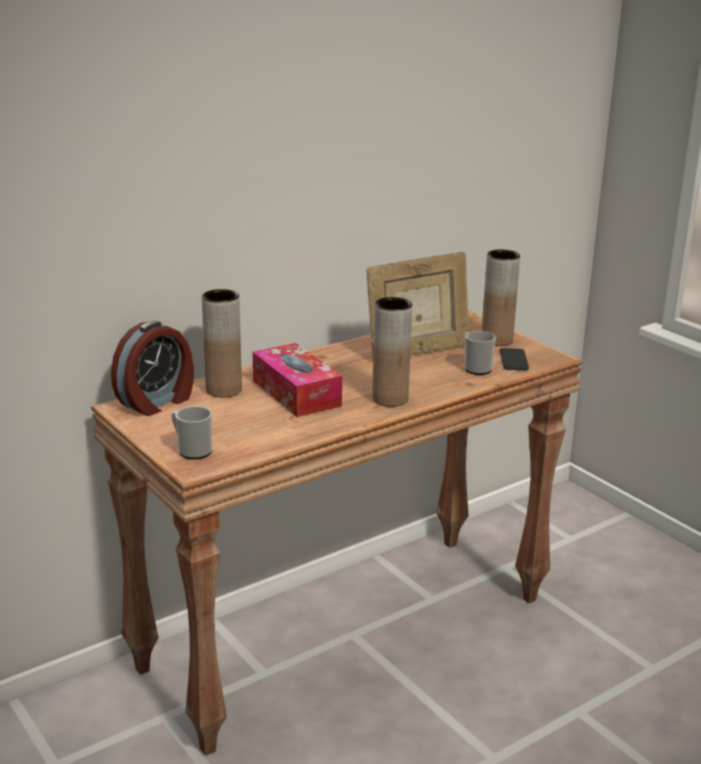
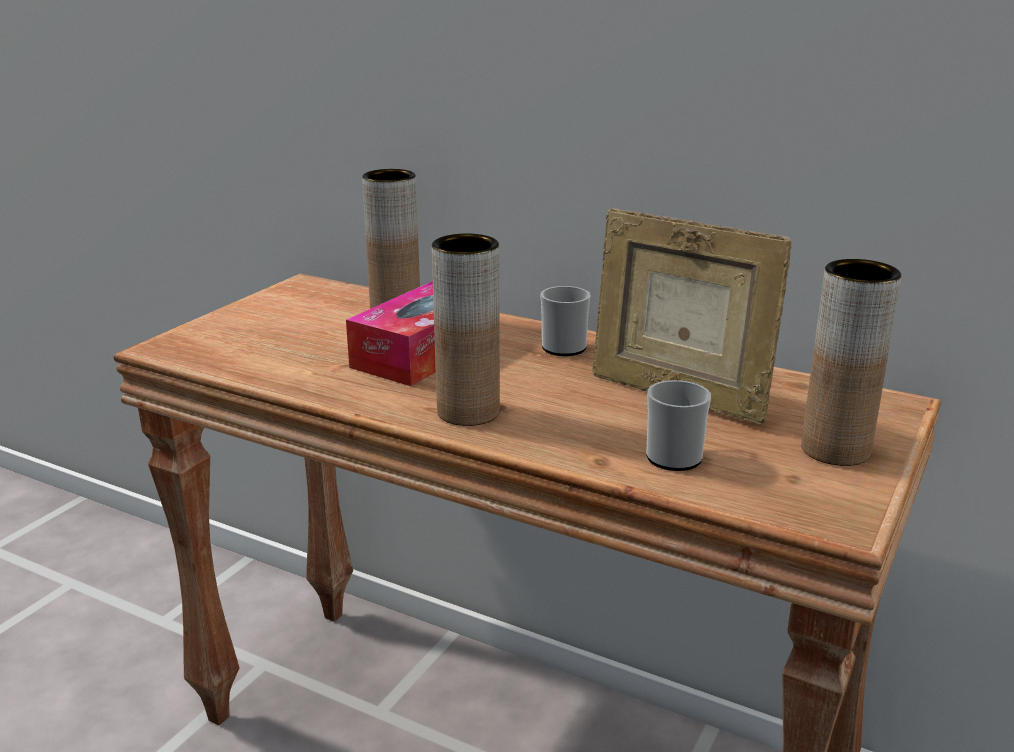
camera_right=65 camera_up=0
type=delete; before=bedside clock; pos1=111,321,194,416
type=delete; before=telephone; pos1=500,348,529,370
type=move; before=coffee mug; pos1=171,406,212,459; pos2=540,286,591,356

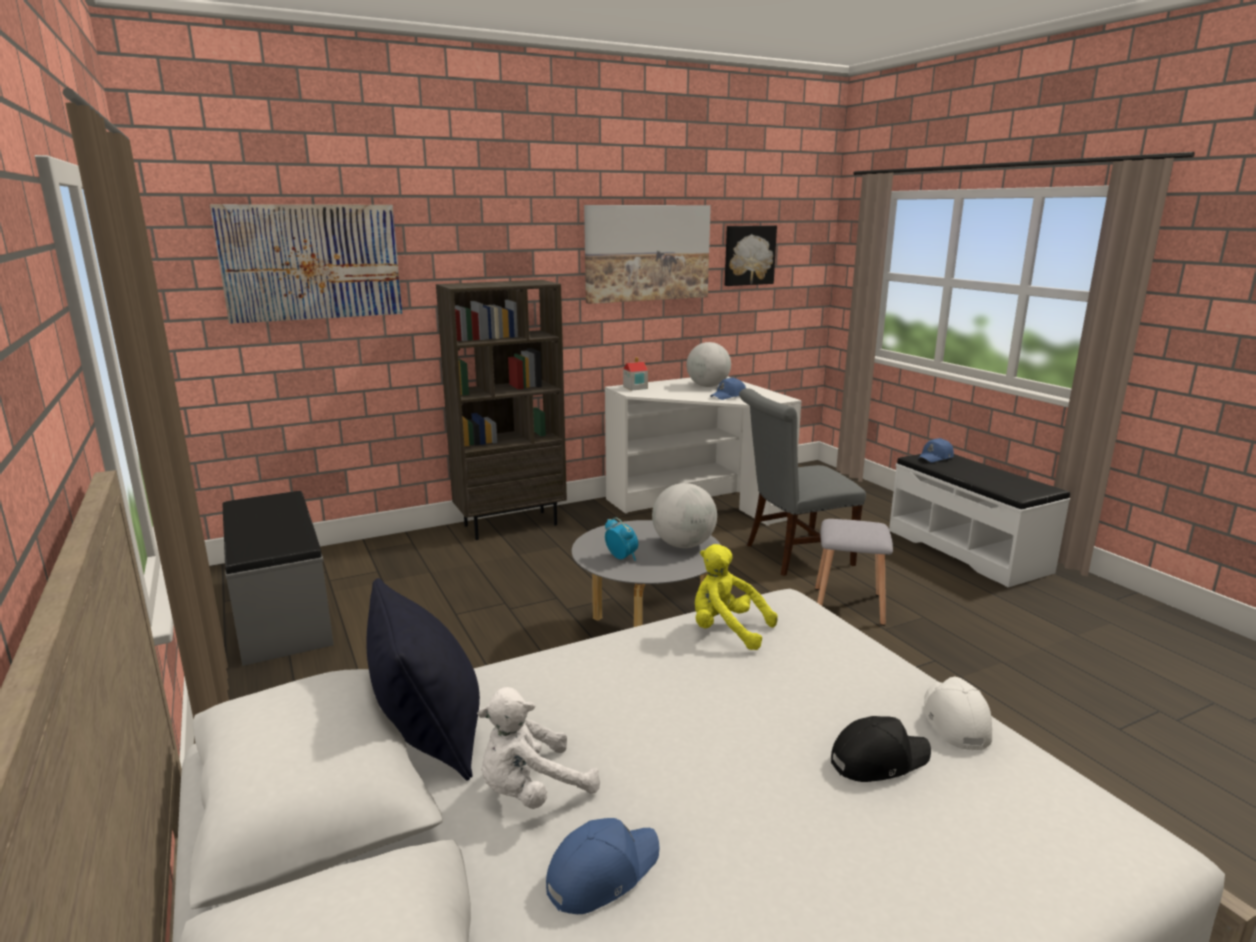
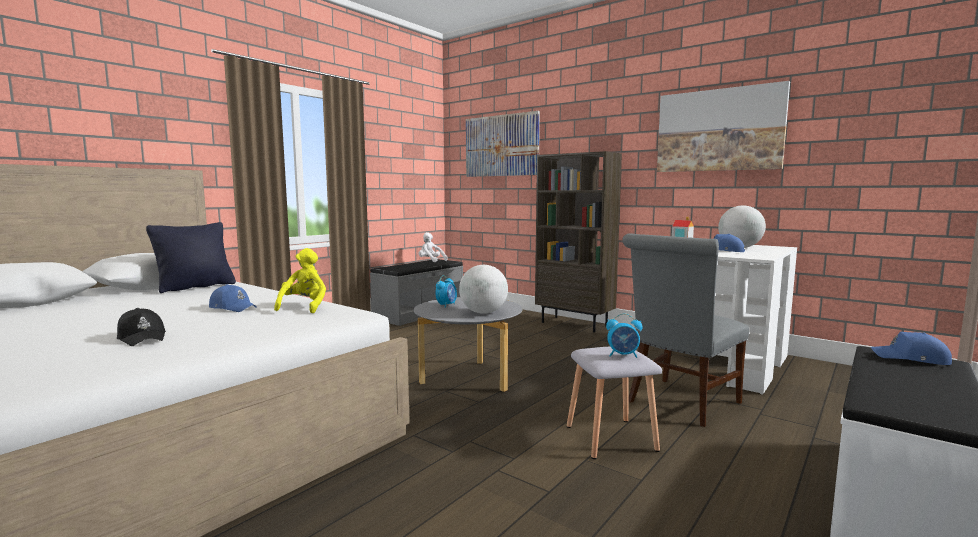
camera_right=65 camera_up=-10
type=delete; before=picture; pos1=725,226,777,286
type=delete; before=whitish baseball cap; pos1=924,677,992,751
type=insert; after=bedside clock; pos2=606,313,643,358
type=move; before=whitish cuddly toy; pos1=477,687,600,809; pos2=419,232,448,262
type=move; before=bluish baseball cap; pos1=546,818,660,914; pos2=209,284,257,312
type=rotate; before=grey plain chair; pos1=739,388,866,576; pos2=622,233,749,427; turn=-90

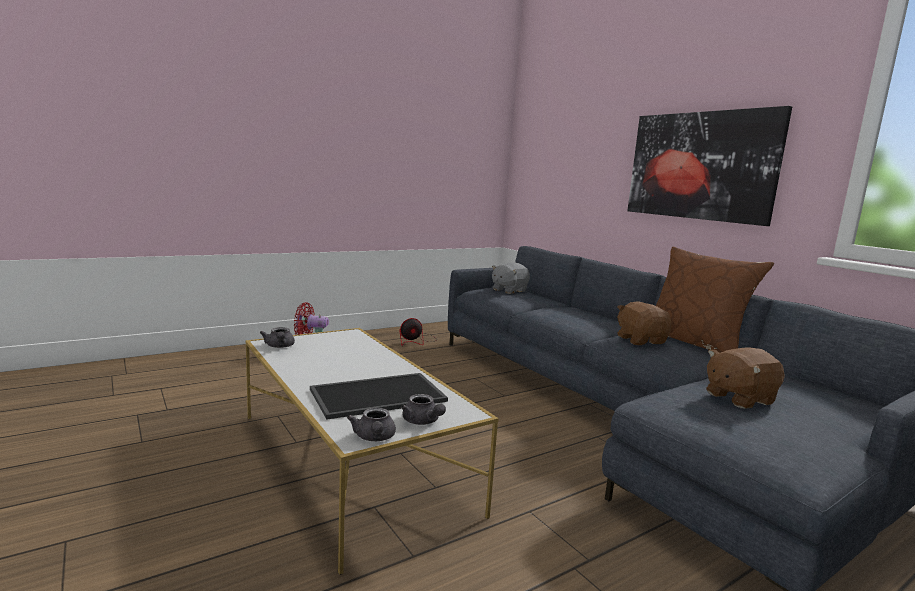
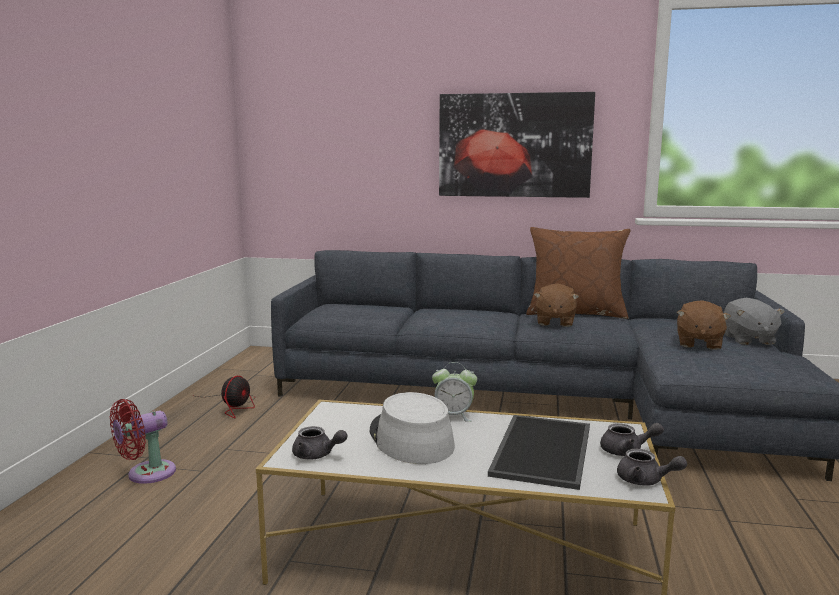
camera_right=-45 camera_up=0
type=insert; after=grey wearable hat; pos2=370,392,455,464
type=insert; after=bedside clock; pos2=432,362,477,422
type=move; before=grey cuddly toy; pos1=492,263,530,294; pos2=724,298,785,345
type=rotate; before=brown cuddly toy; pos1=617,301,672,345; pos2=534,284,579,327; turn=-105

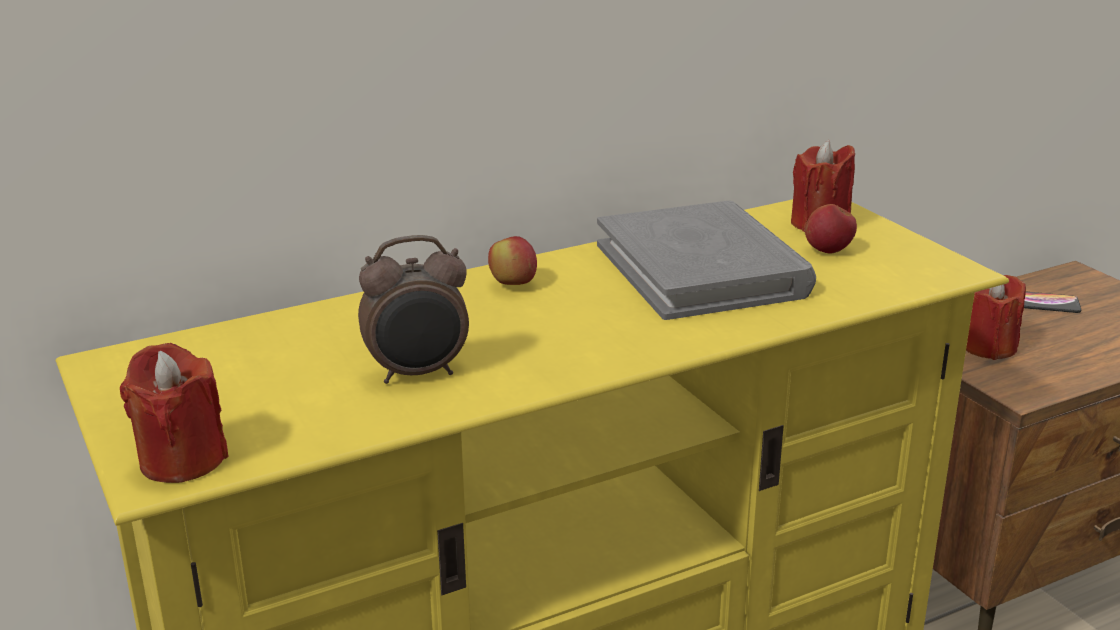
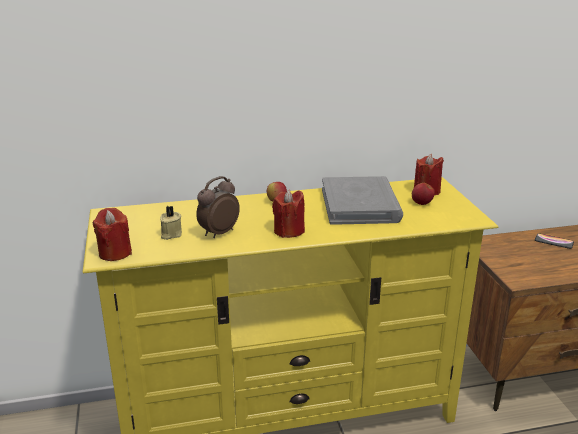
camera_right=15 camera_up=0
type=insert; after=beige-coloured wax candle; pos2=160,206,182,240
type=move; before=reddish wax candle; pos1=966,275,1026,360; pos2=272,190,305,238
type=rotate; before=bedside clock; pos1=358,235,469,384; pos2=196,176,240,238; turn=135

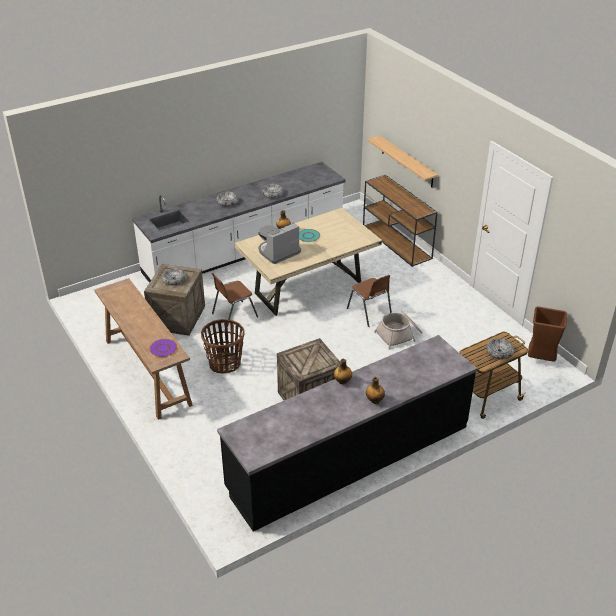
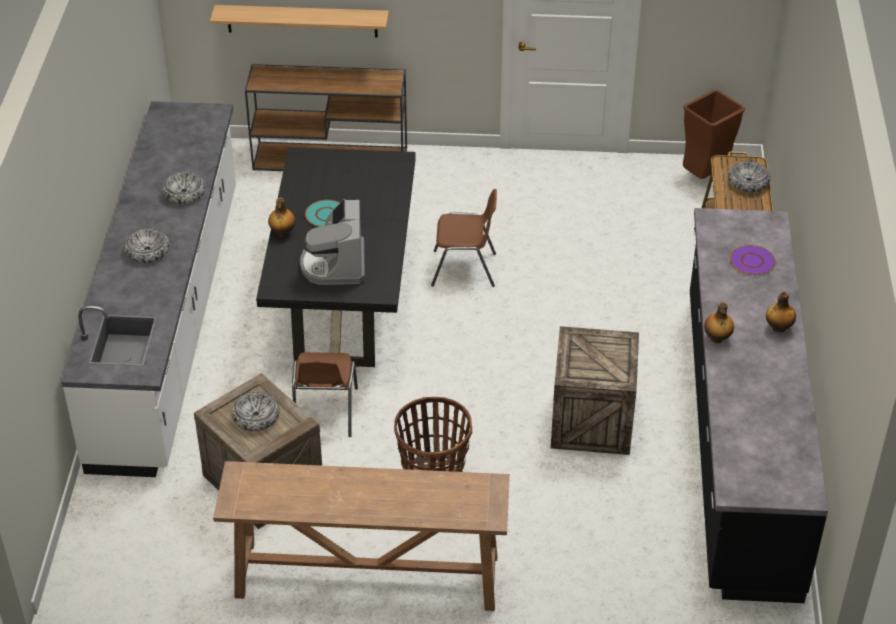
camera_right=-55 camera_up=5
type=delete; before=household basket; pos1=374,311,423,350
type=move; before=purplish flat dish; pos1=149,339,177,357; pos2=730,245,775,275
type=recolor; before=beige-coloured dinner table; after=black dinner table; pos1=235,208,382,316; pos2=256,147,416,367

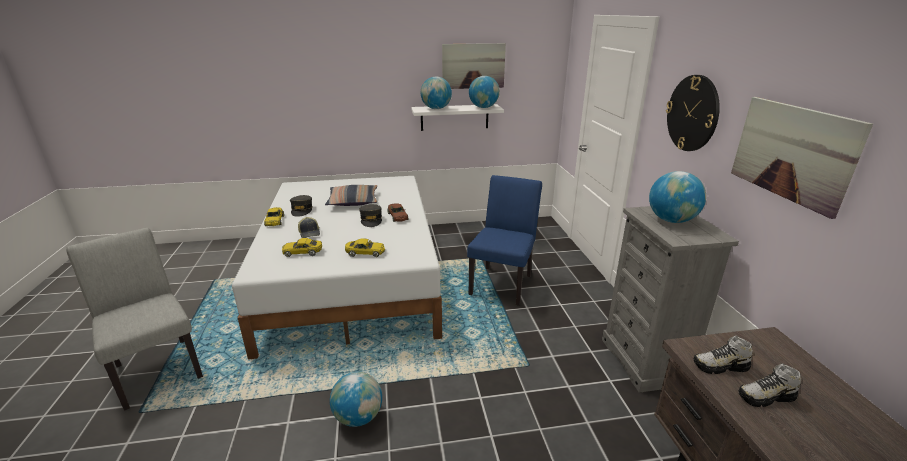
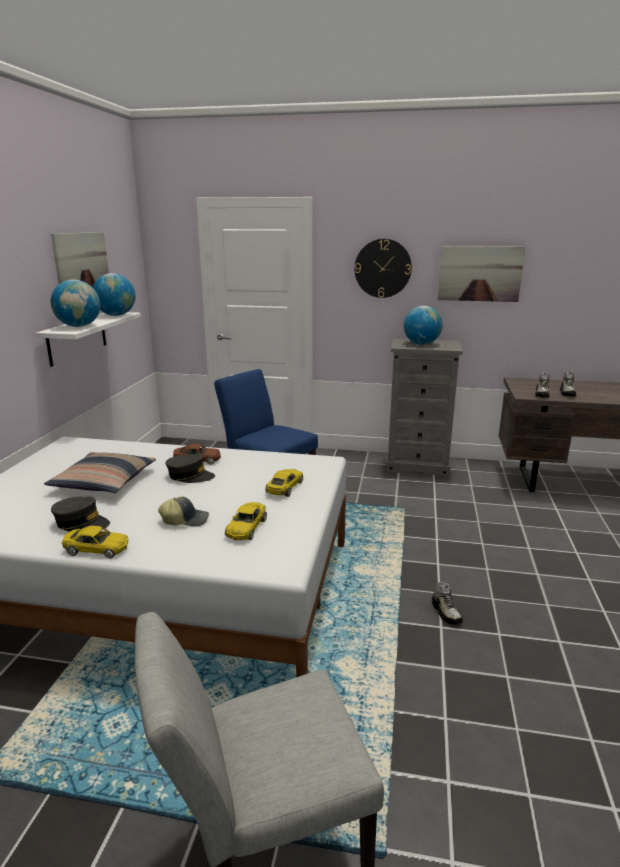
camera_right=-70 camera_up=-5
type=replace; before=world globe; after=shoe; pos1=330,372,382,427; pos2=432,582,463,624

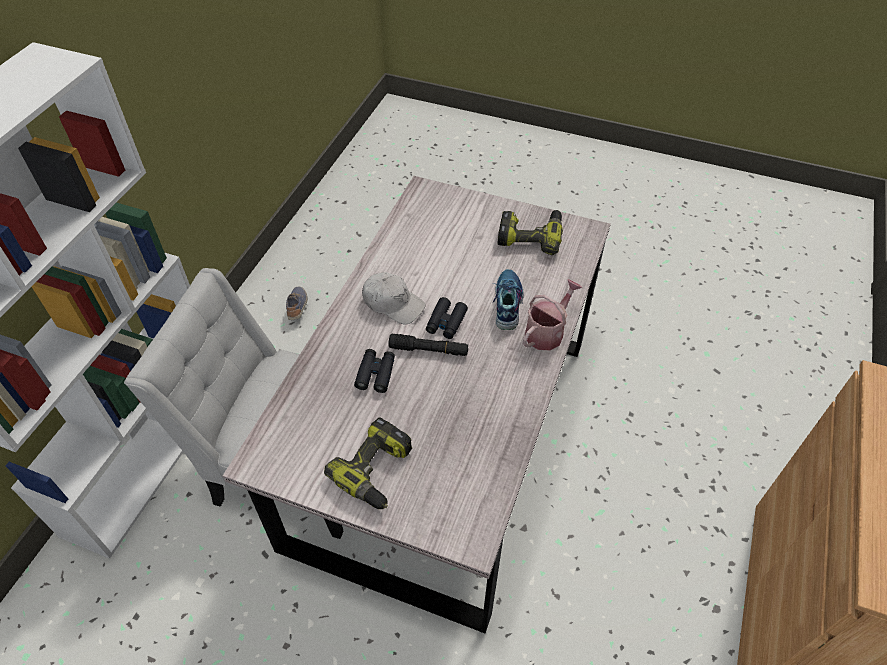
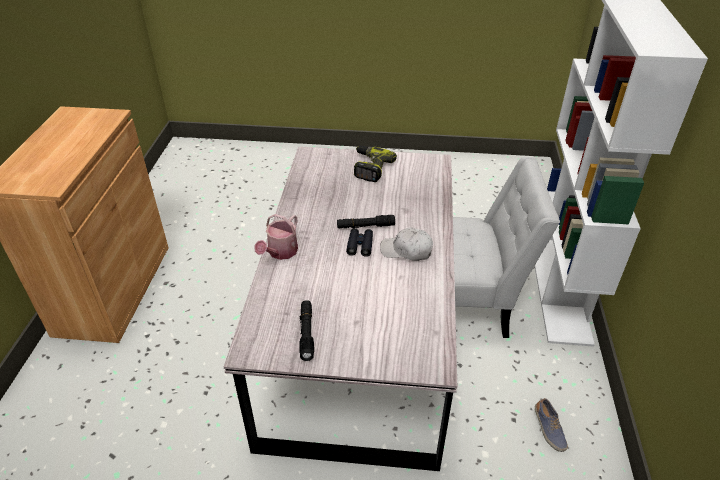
camera_right=165 camera_up=-10
type=delete; before=black pair of binoculars; pos1=354,349,395,393
type=delete; before=shoe; pos1=492,269,524,330
type=replace; before=electric drill; after=black flashlight; pos1=497,210,563,255; pos2=299,300,314,361

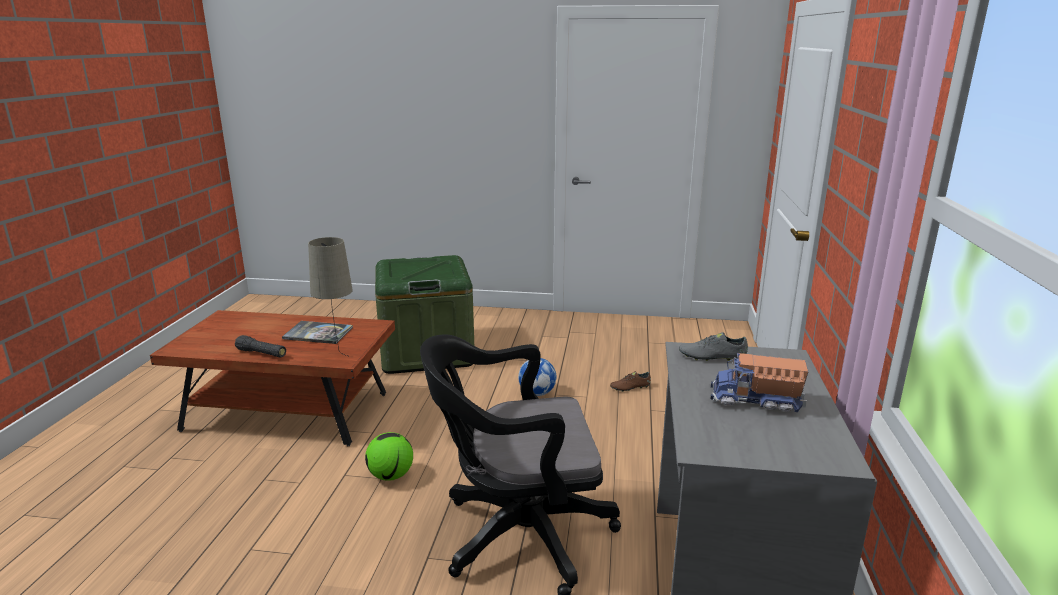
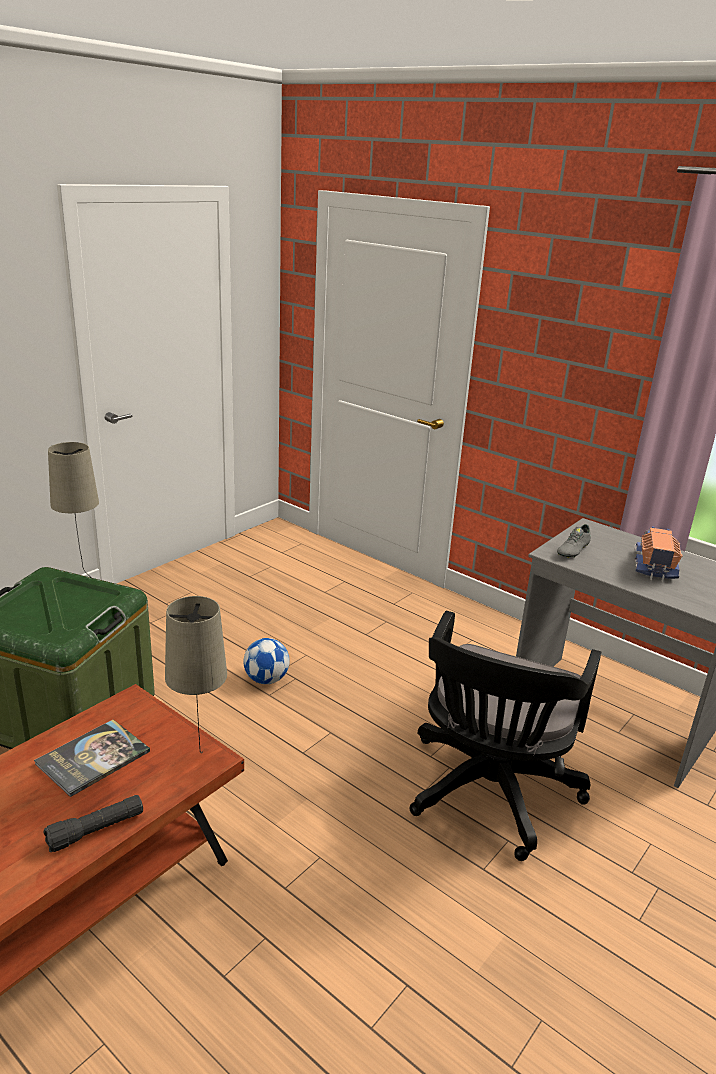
camera_right=-60 camera_up=5
type=delete; before=football ball; pos1=365,432,413,481
type=delete; before=brown shoe; pos1=610,371,651,392
type=insert; after=beige-coloured tabletop lamp; pos2=48,442,99,579
type=rotate; before=toy truck; pos1=711,353,808,412; pos2=634,526,683,582; turn=150

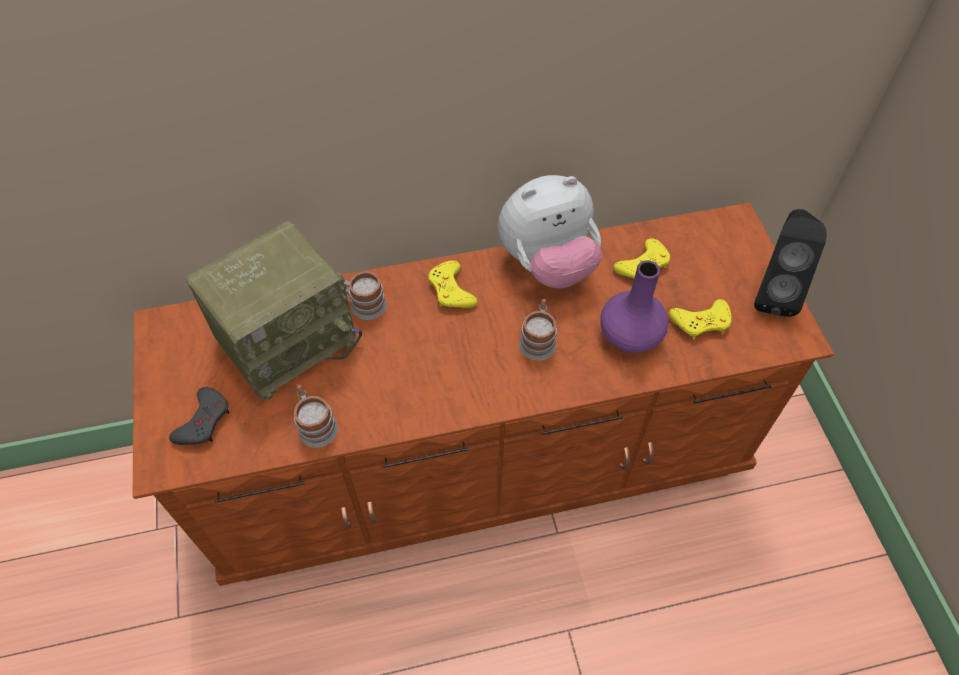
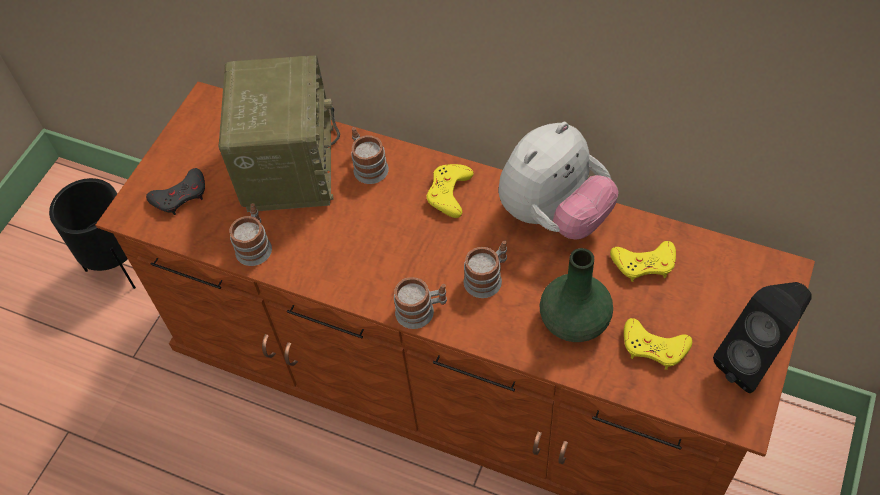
camera_right=40 camera_up=0
type=insert; after=black plant pot; pos2=49,178,136,289
type=insert; after=coffee mug; pos2=394,277,447,329
type=recolor; before=purplish vase; after=greenish vase; pos1=600,261,669,353; pos2=540,248,613,342
type=rotate; before=radio receiver; pos1=186,221,362,401; pos2=218,55,340,212; turn=-90
type=rotate; before=cuddly toy; pos1=498,175,602,288; pos2=498,122,619,240; turn=-60

